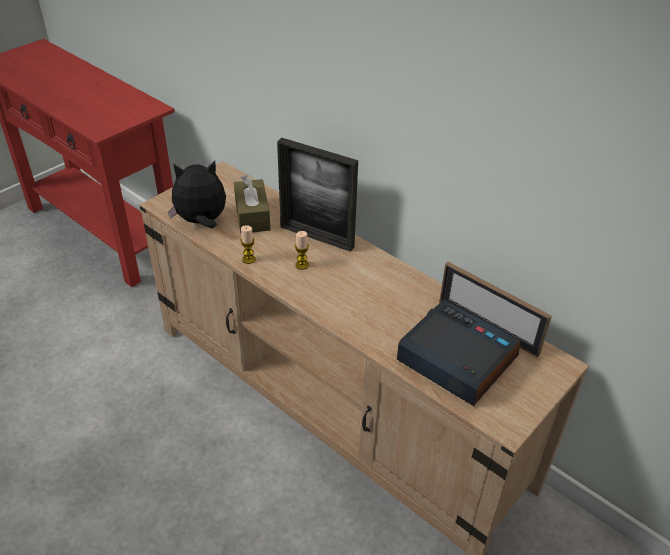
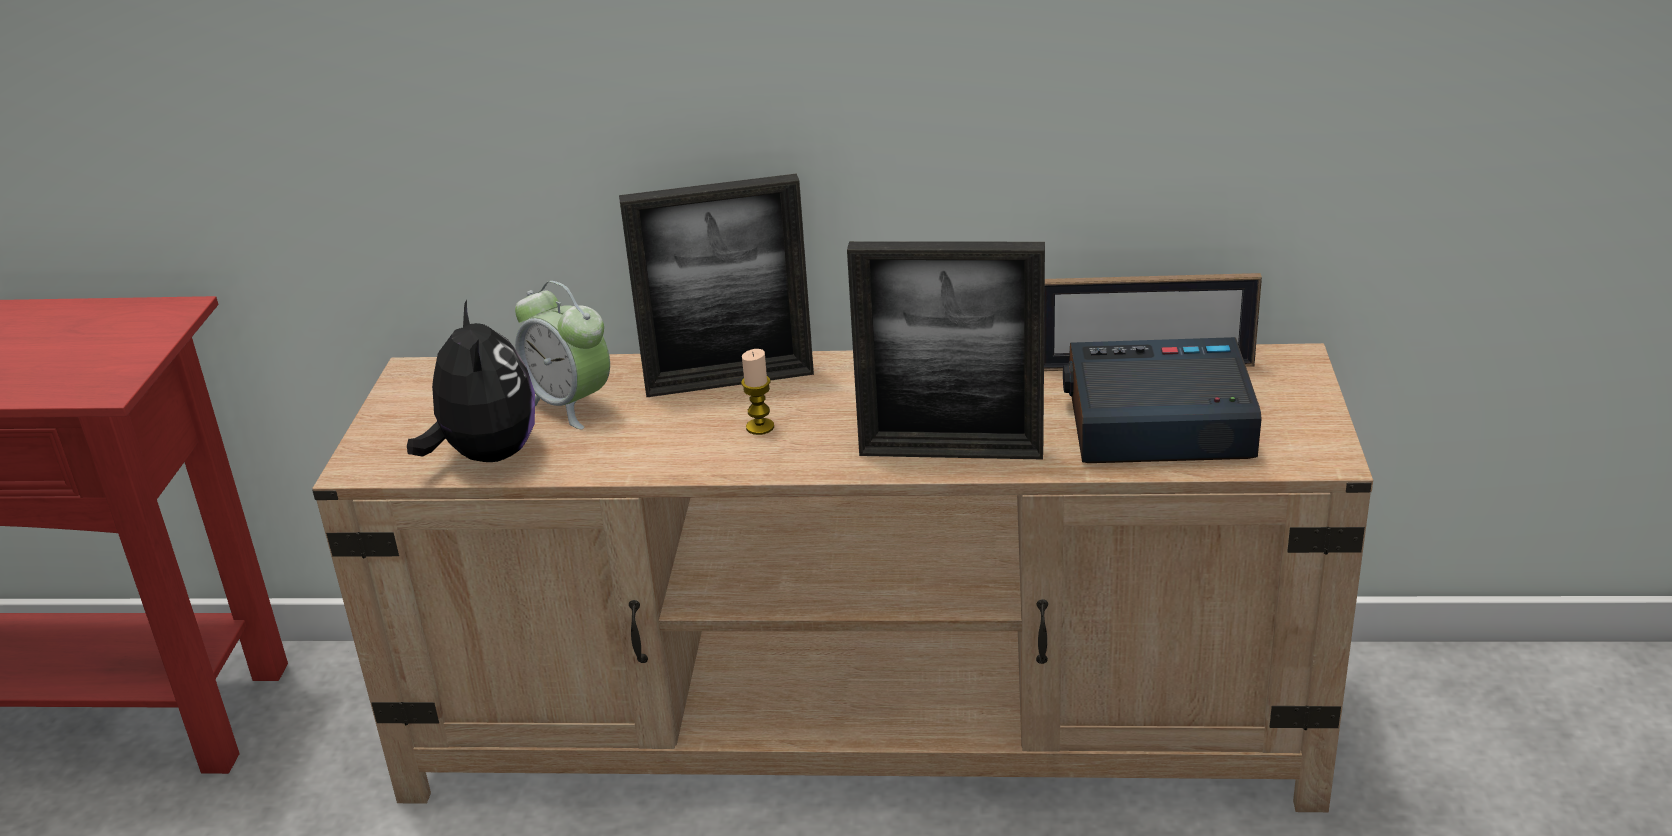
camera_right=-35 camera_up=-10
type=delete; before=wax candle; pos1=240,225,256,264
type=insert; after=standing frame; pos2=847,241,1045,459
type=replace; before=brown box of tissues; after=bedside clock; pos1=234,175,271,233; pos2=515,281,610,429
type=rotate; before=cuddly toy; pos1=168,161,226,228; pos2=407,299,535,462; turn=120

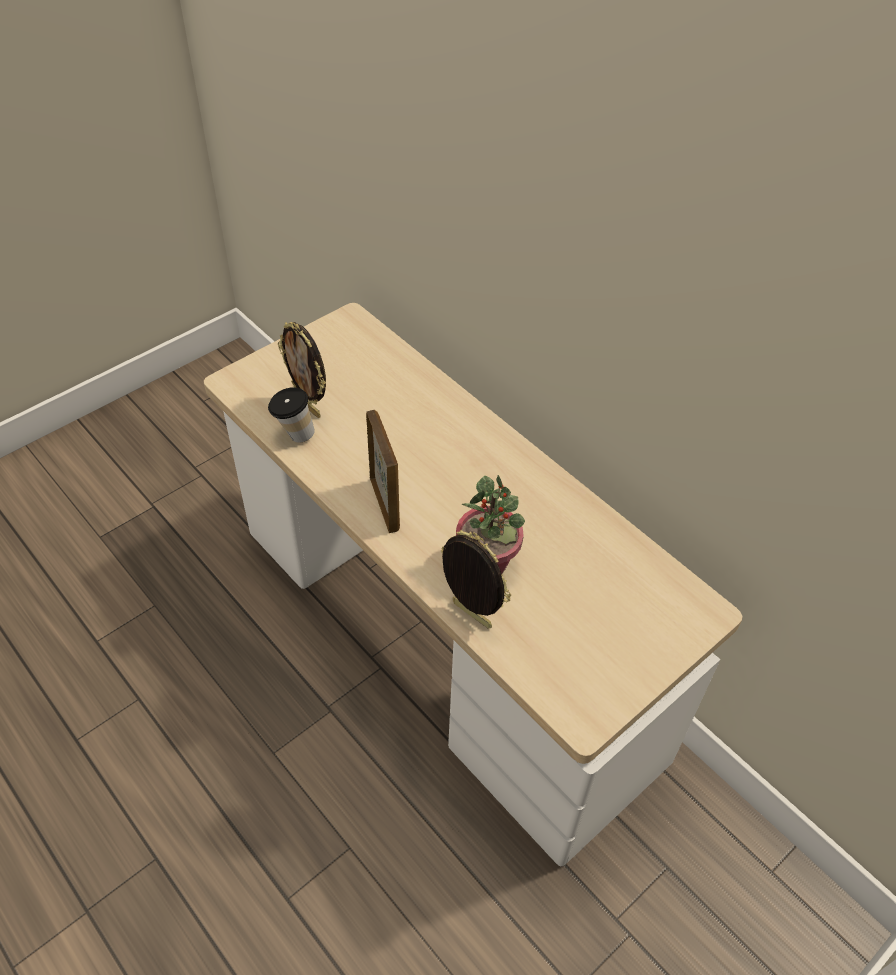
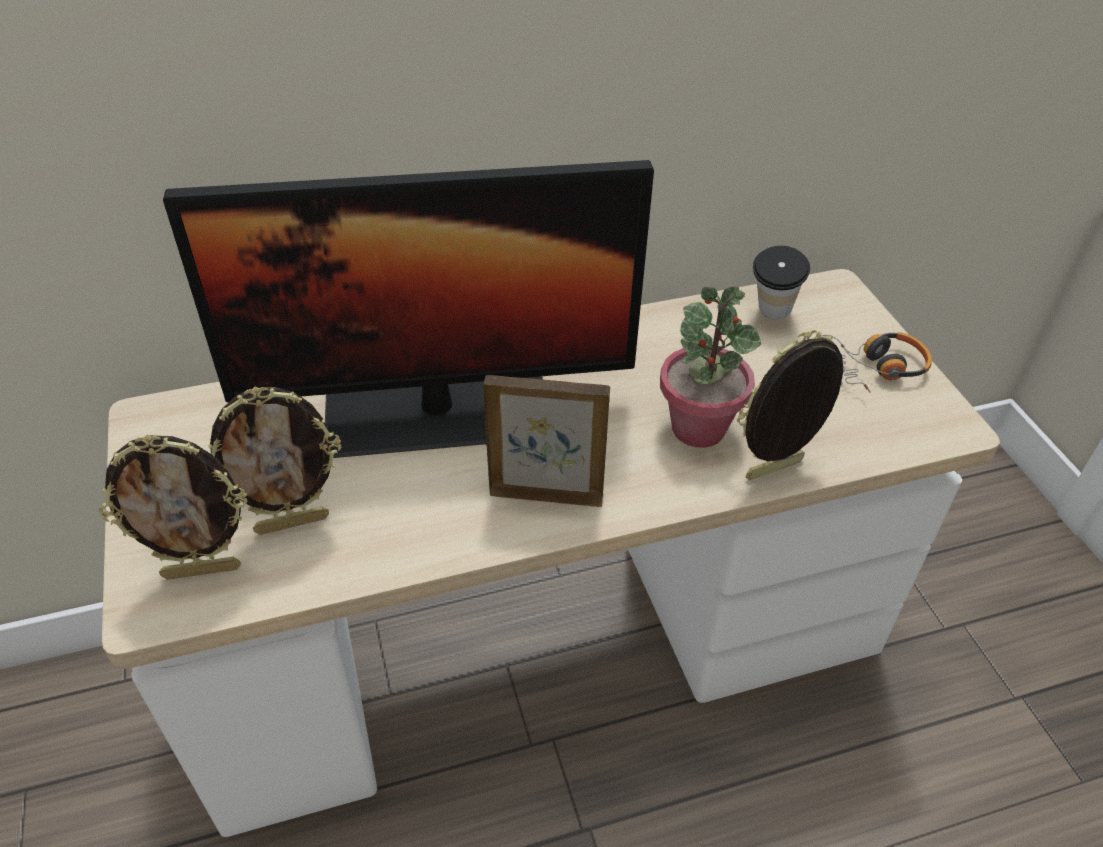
camera_right=-65 camera_up=-5
type=insert; after=standing frame; pos2=99,435,247,580
type=insert; after=computer screen; pos2=163,160,654,458
type=insert; after=headset; pos2=822,332,932,393
type=move; before=drinking cup; pos1=268,387,315,443; pos2=753,246,810,319

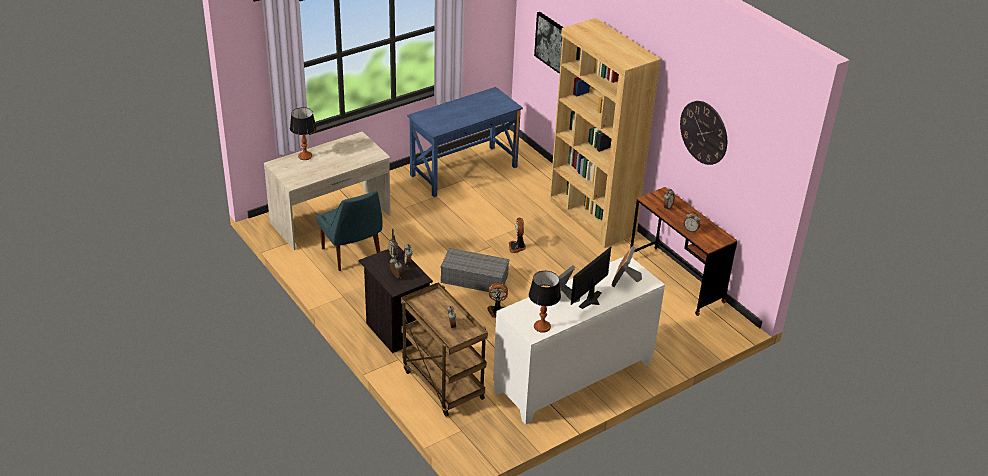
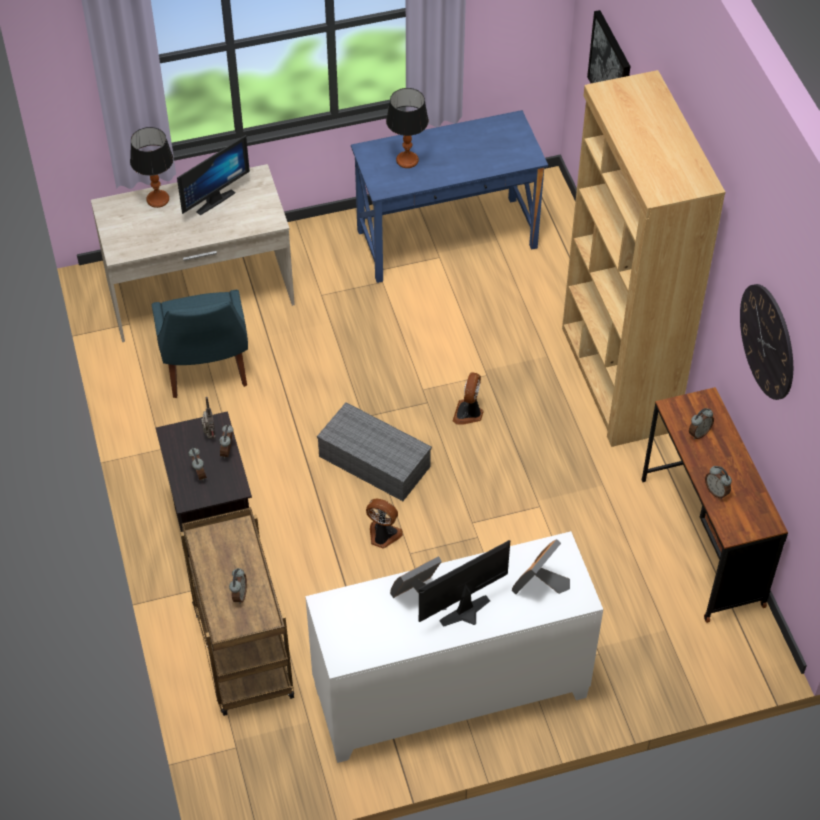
camera_right=20 camera_up=15
type=insert; after=computer screen; pos2=177,135,250,215
type=move; before=tabletop lamp; pos1=529,271,561,333; pos2=386,88,429,168

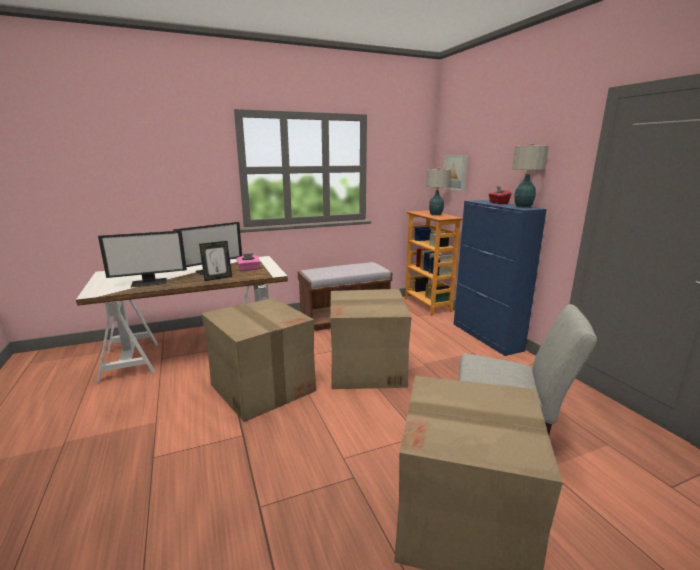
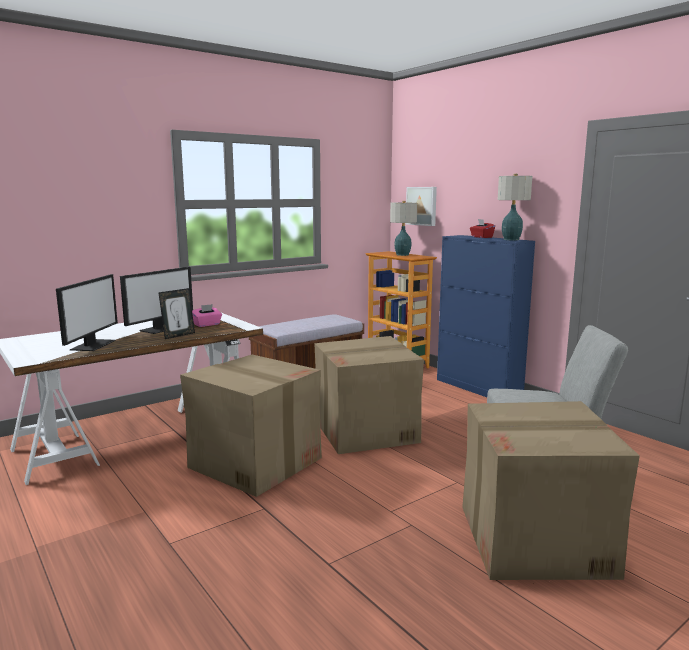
camera_right=-15 camera_up=-5
type=rotate; before=computer screen; pos1=98,230,187,287; pos2=56,274,118,351; turn=-45

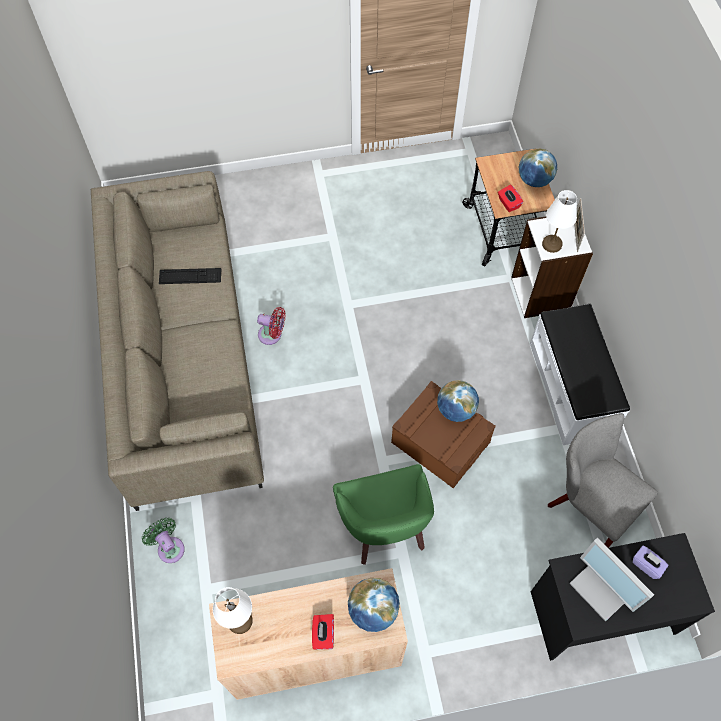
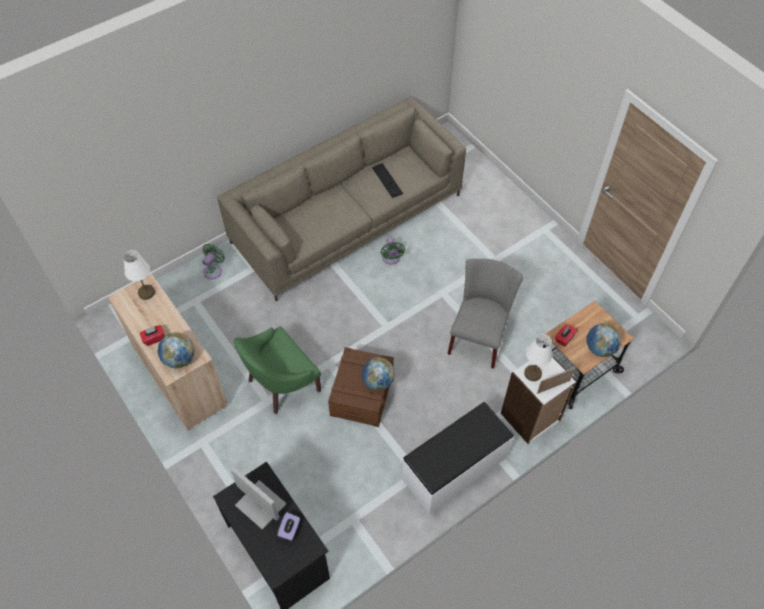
camera_right=65 camera_up=-5
type=move; before=grey plain chair; pos1=548,413,658,548; pos2=448,259,523,369
type=recolor; before=reddish fan; after=greenish fan; pos1=257,307,286,345; pos2=381,237,405,264
type=rotate; before=computer screen; pos1=569,537,654,622; pos2=230,466,286,530; turn=105

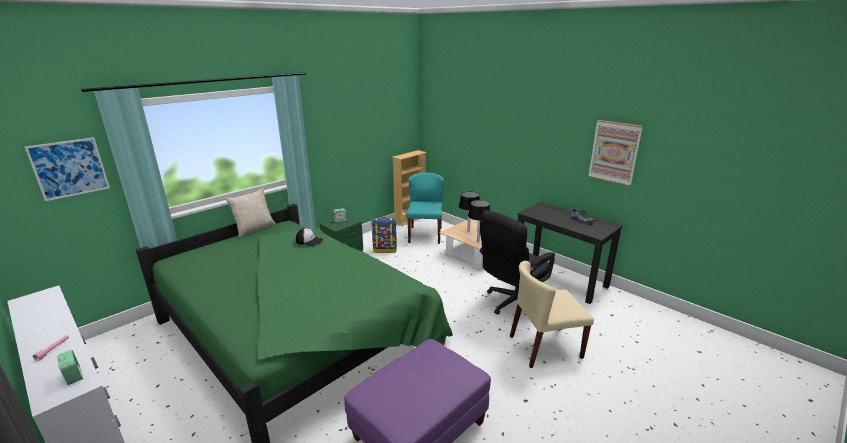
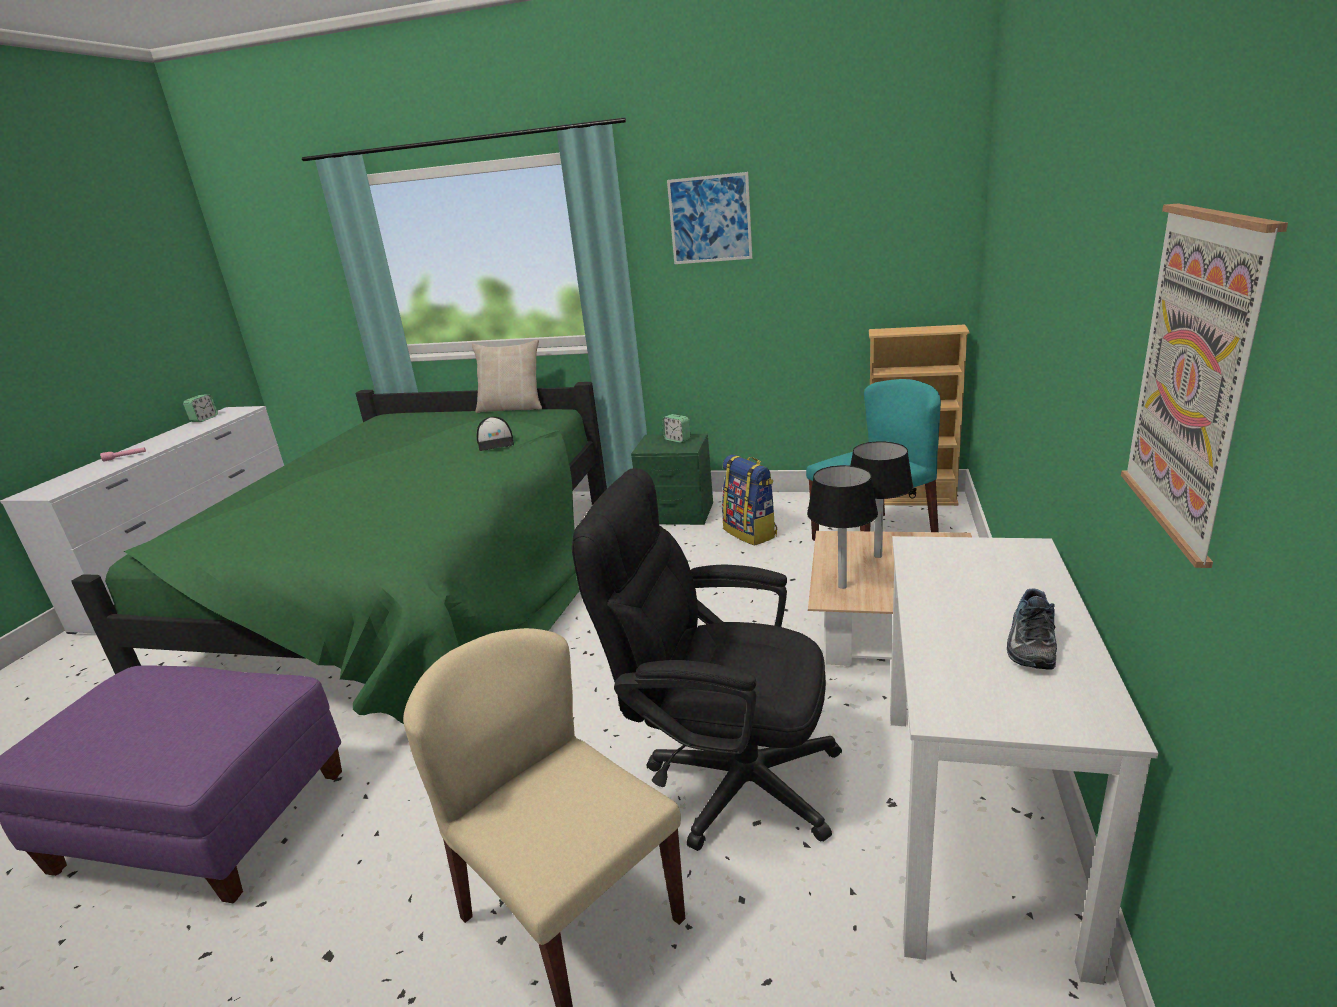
camera_right=60 camera_up=0
type=move; before=picture; pos1=25,137,110,201; pos2=667,172,752,264
type=move; before=bedside clock; pos1=57,350,83,385; pos2=183,394,218,422
type=recolor; before=black desk table; after=whitish desk table; pos1=517,202,623,304; pos2=890,536,1158,985

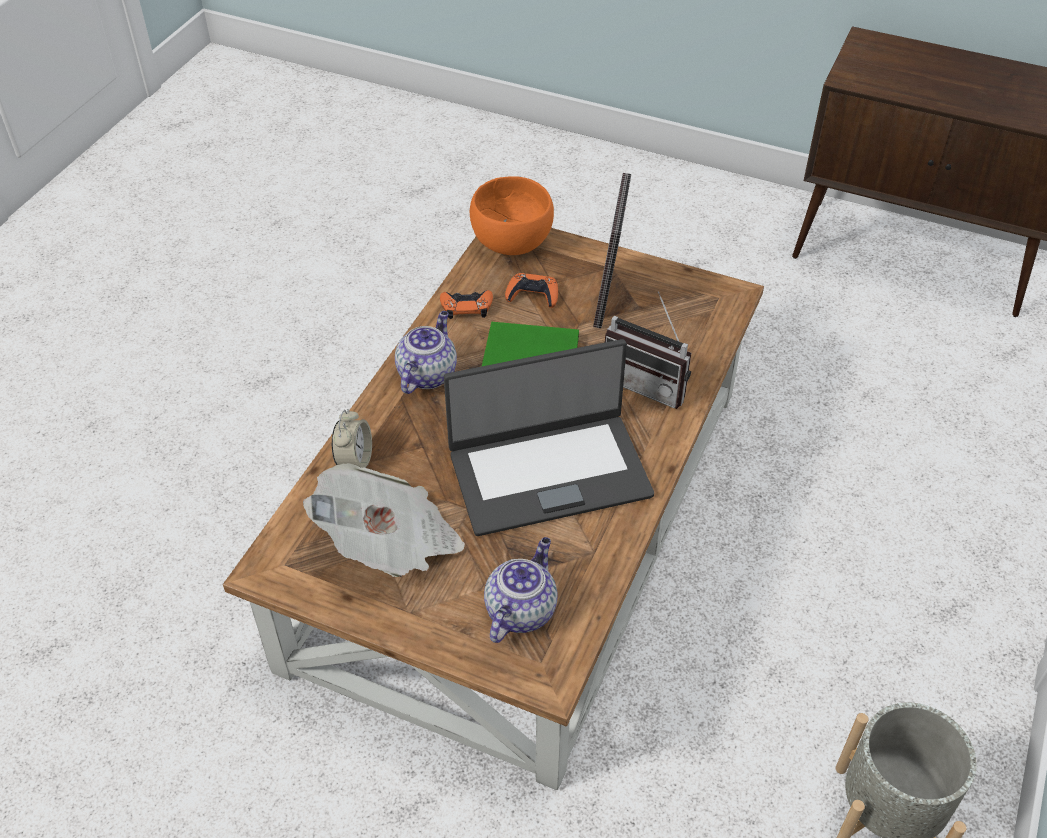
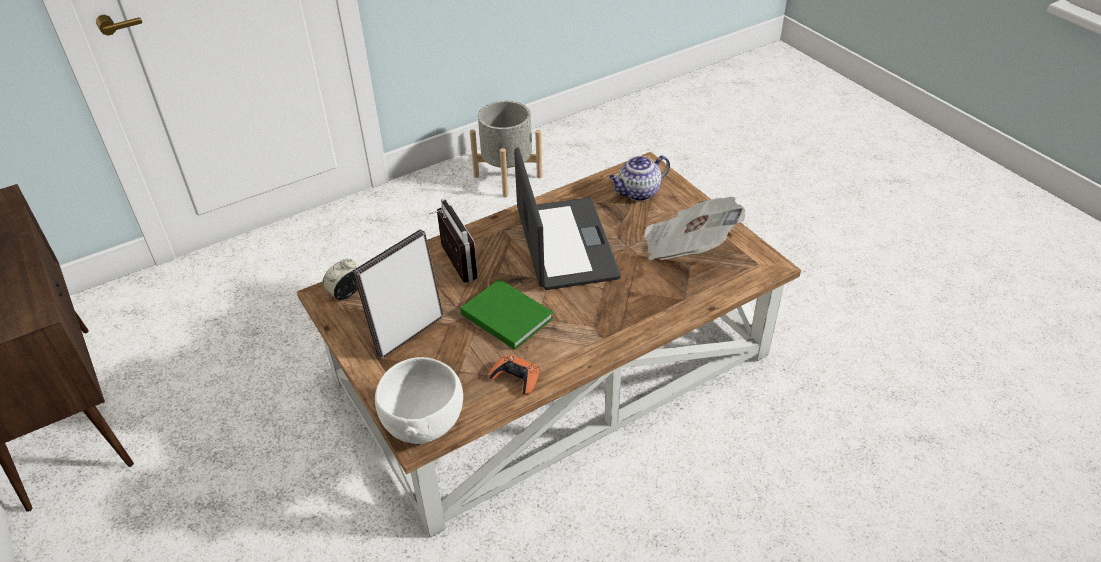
camera_right=-145 camera_up=-5
type=delete; before=pot for tea; pos1=395,311,457,394
type=delete; before=orange joypad; pos1=505,273,558,308
type=move; before=bedside clock; pos1=332,409,372,468; pos2=322,258,358,300
type=recolor; before=orange deep dish; after=whitish deep dish; pos1=470,176,554,255; pos2=375,357,463,444
type=rotate; before=laptop; pos1=444,339,654,536; pos2=514,148,621,290; turn=60

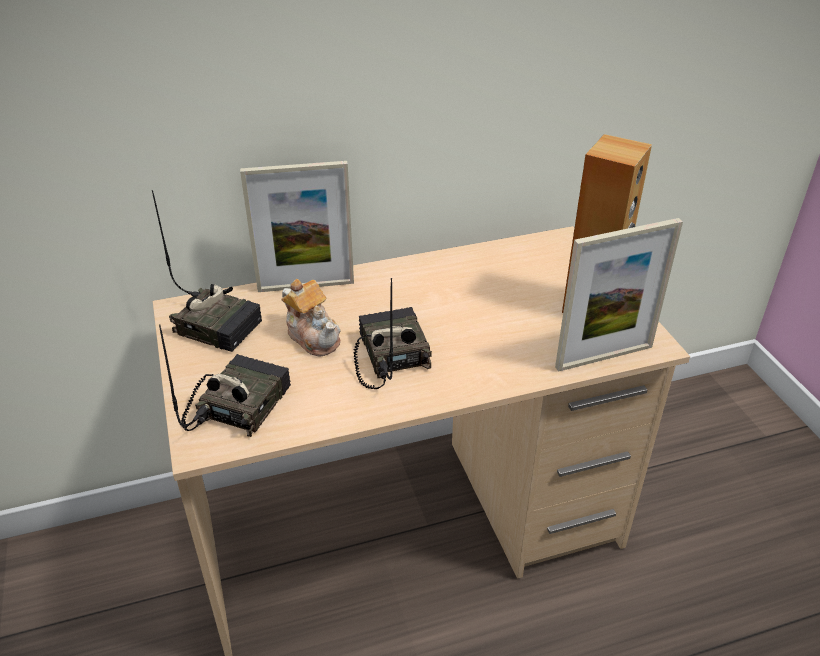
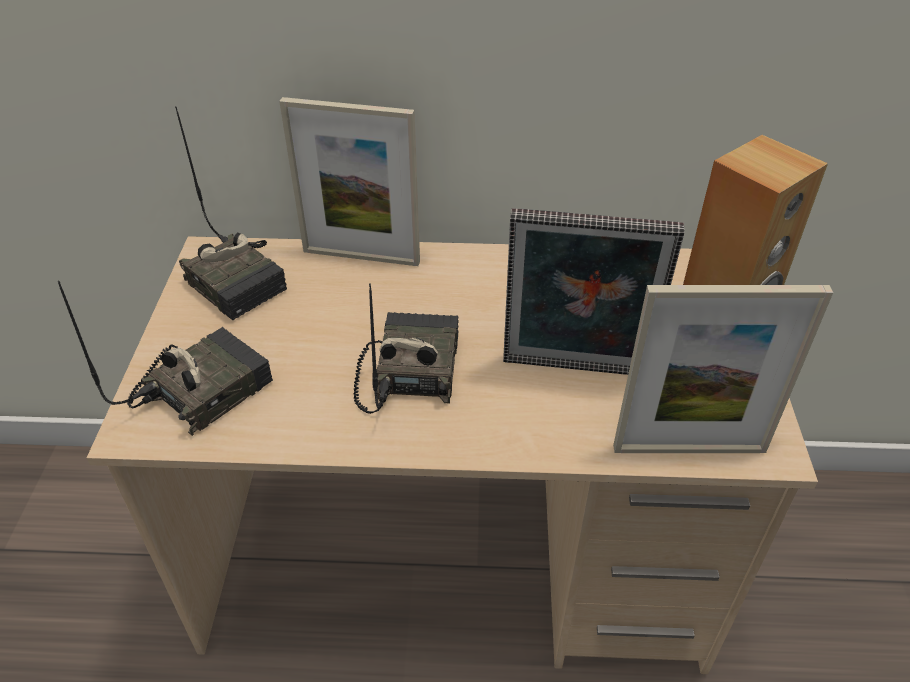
camera_right=20 camera_up=5
type=delete; before=pot for tea; pos1=282,279,340,356
type=insert; after=standing frame; pos2=503,208,685,375

